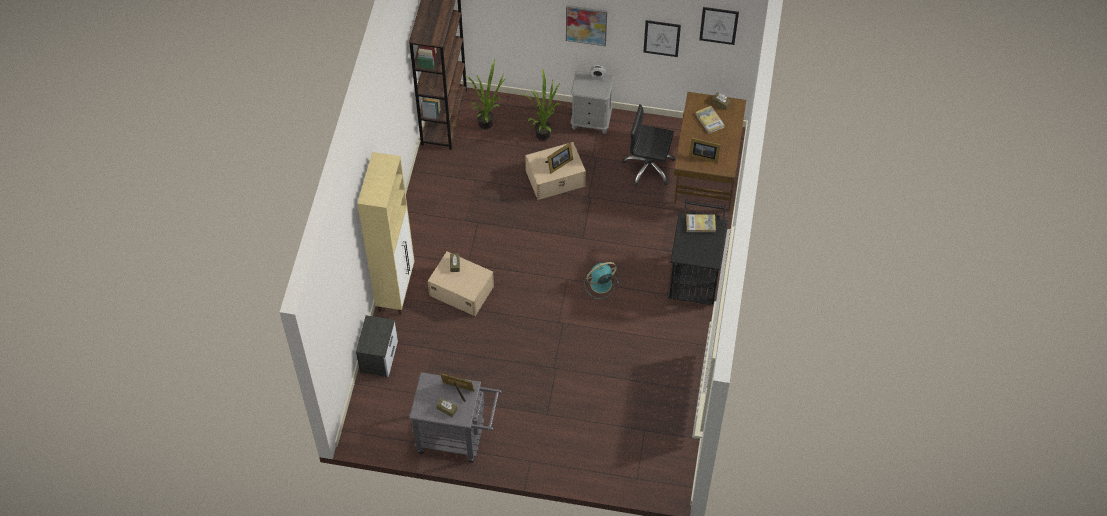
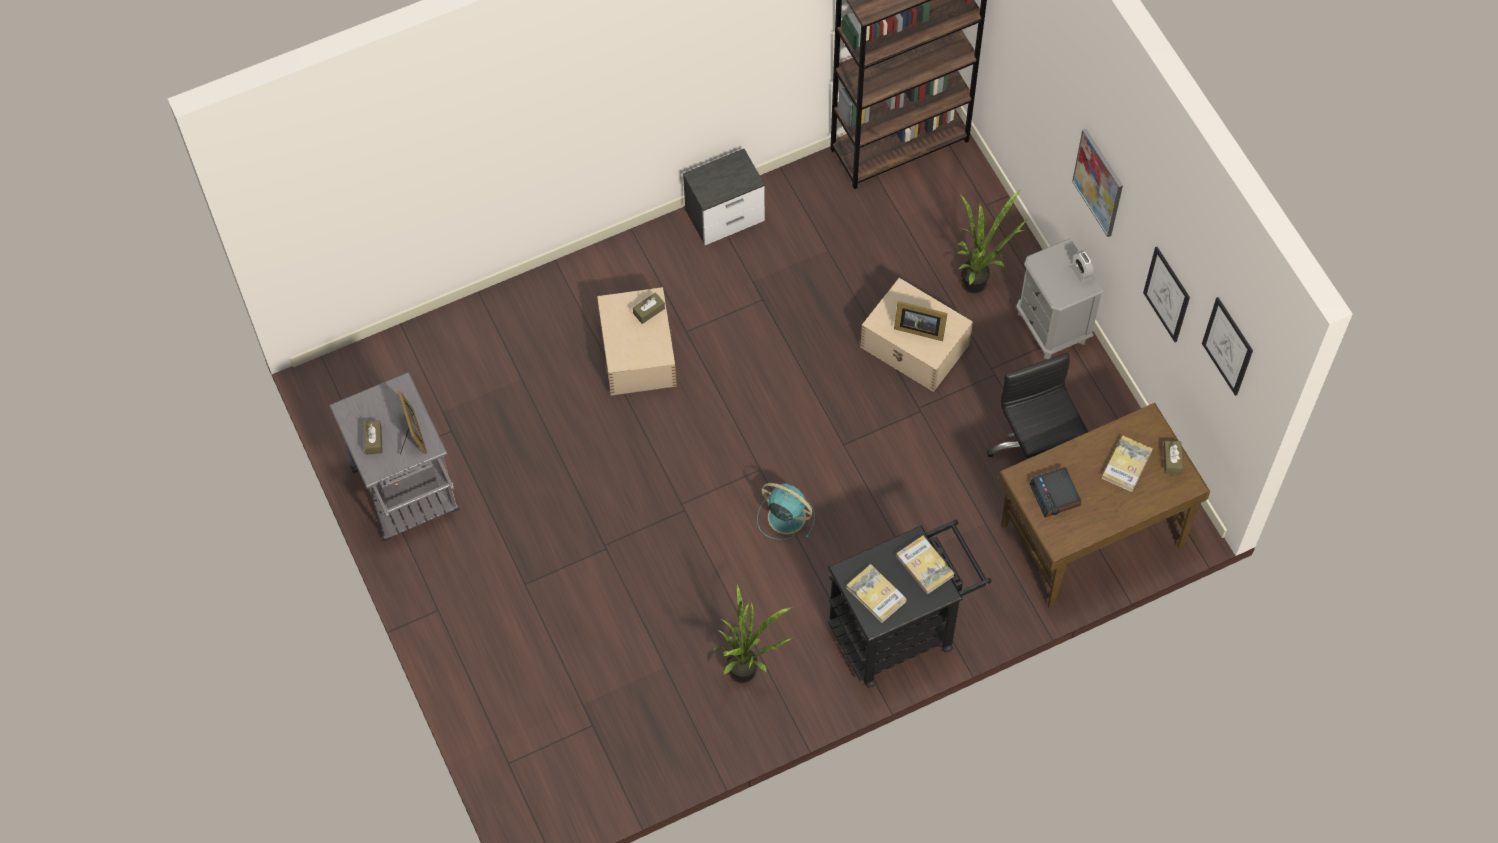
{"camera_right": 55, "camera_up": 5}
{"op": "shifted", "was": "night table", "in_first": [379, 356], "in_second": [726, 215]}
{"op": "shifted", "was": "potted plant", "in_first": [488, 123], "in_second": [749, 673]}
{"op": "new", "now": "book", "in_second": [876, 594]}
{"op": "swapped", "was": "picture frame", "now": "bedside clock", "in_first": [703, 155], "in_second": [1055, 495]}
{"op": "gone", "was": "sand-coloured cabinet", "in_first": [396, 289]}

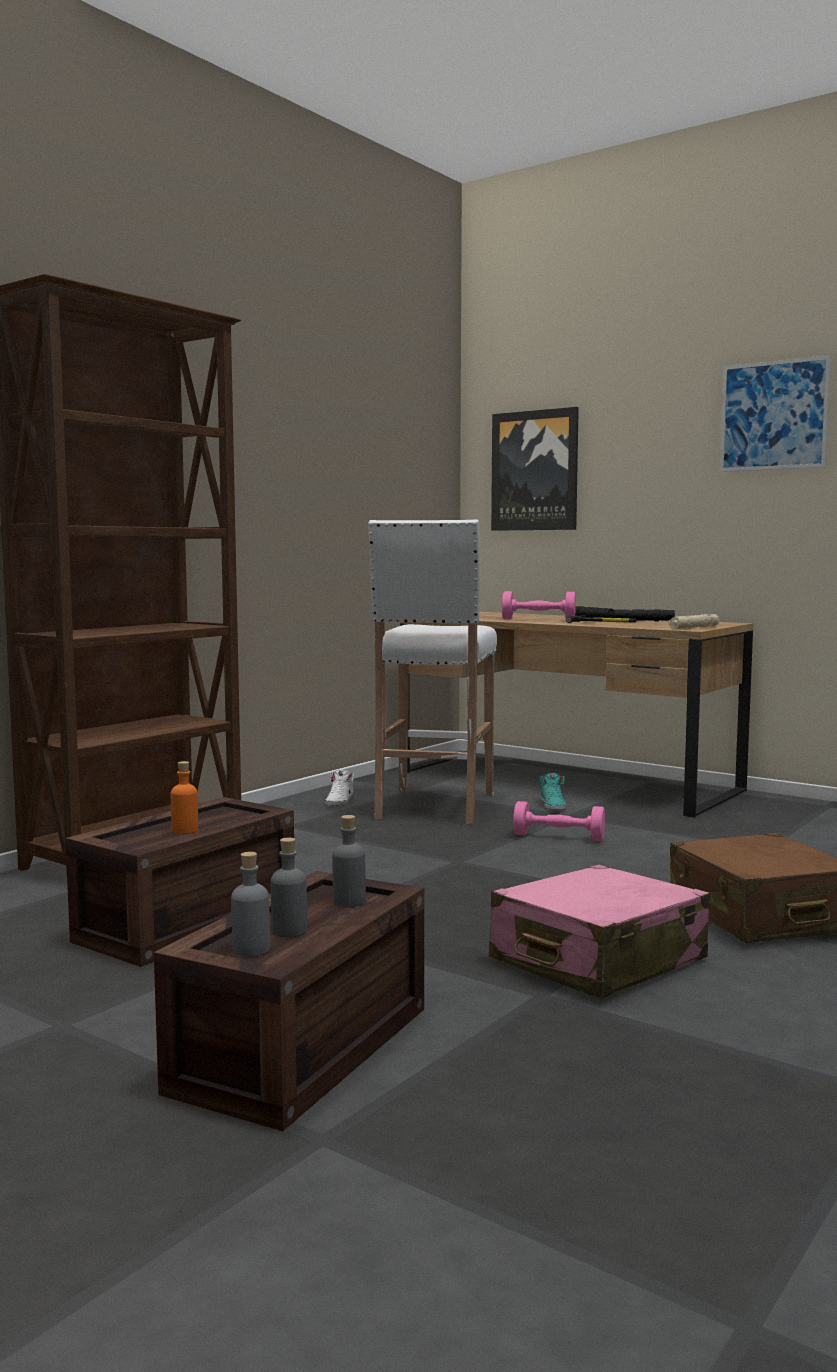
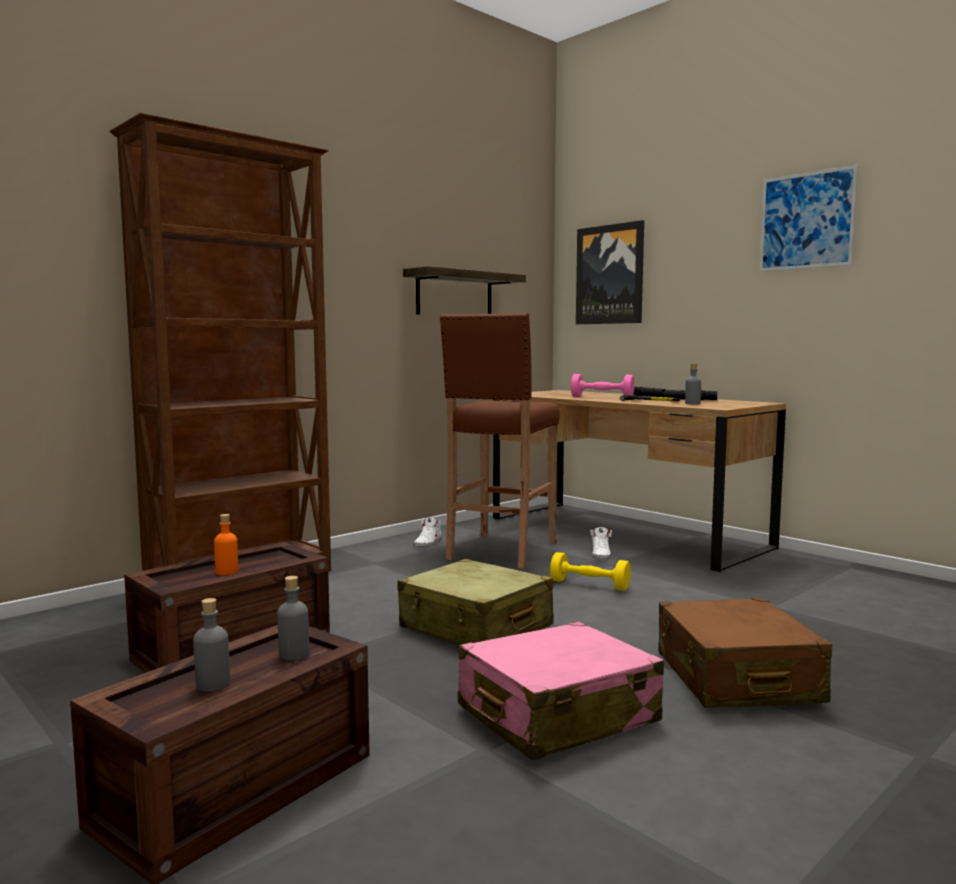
{"camera_right": 10, "camera_up": 0}
{"op": "new", "now": "sand-coloured travel case", "in_second": [475, 627]}
{"op": "new", "now": "bracket shelf", "in_second": [454, 294]}
{"op": "repainted", "was": "white-coloured sitting stool", "now": "brownish sitting stool", "in_first": [434, 807], "in_second": [501, 551]}
{"op": "repainted", "was": "pink free weight", "now": "yellow free weight", "in_first": [558, 837], "in_second": [589, 585]}
{"op": "repainted", "was": "blue-green low shoe", "now": "white-coloured low shoe", "in_first": [553, 805], "in_second": [601, 554]}
{"op": "shifted", "was": "greyish bottle", "in_first": [251, 950], "in_second": [692, 403]}
{"op": "gone", "was": "sand-coloured flashlight", "in_first": [694, 627]}

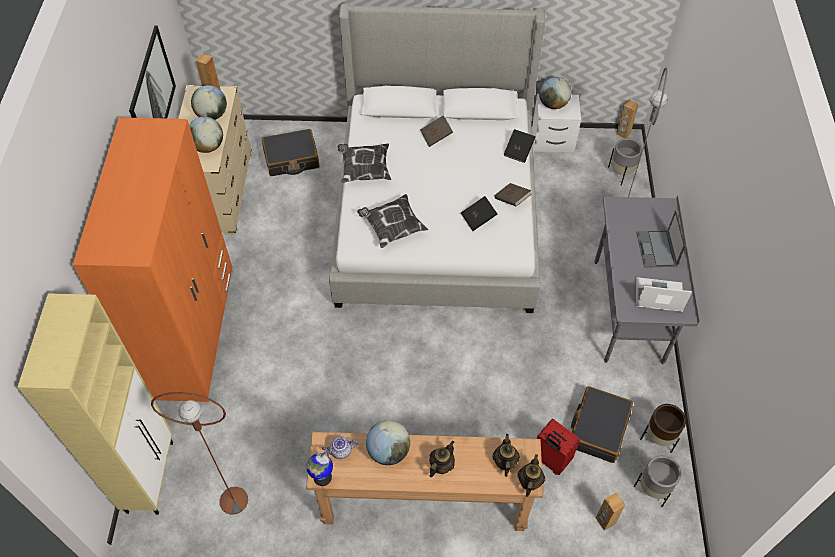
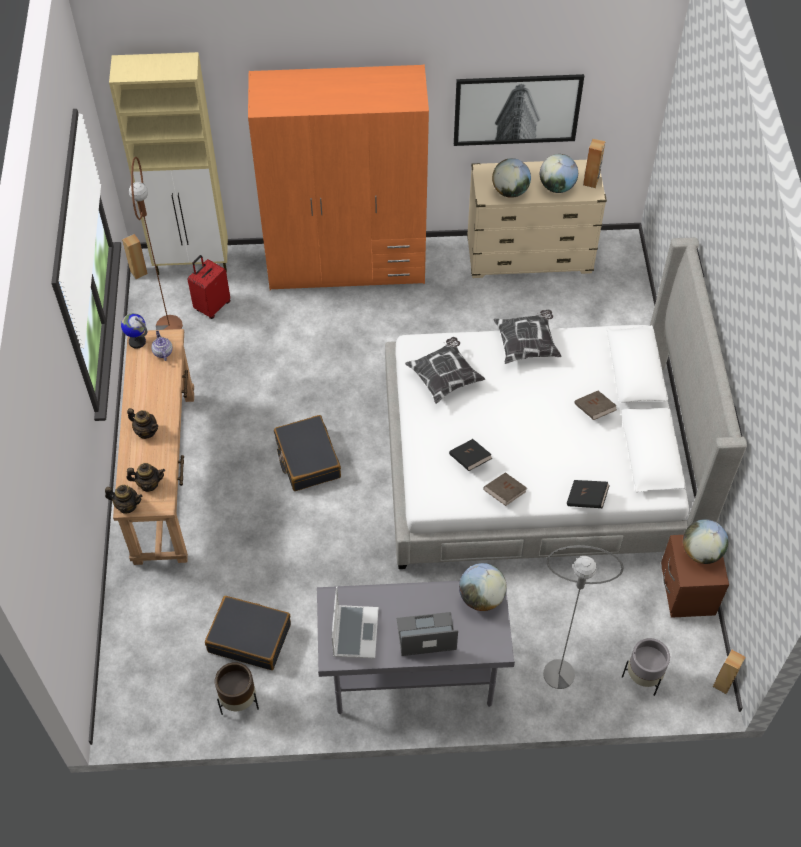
{"camera_right": 85, "camera_up": 0}
{"op": "shifted", "was": "brownish loudspeaker", "in_first": [605, 521], "in_second": [138, 272]}
{"op": "shifted", "was": "reddish travel case", "in_first": [550, 459], "in_second": [212, 306]}
{"op": "shifted", "was": "black-coloured travel case", "in_first": [291, 159], "in_second": [307, 459]}
{"op": "shifted", "was": "desk globe", "in_first": [388, 451], "in_second": [481, 597]}
{"op": "repainted", "was": "white-coloured night table", "now": "brownish night table", "in_first": [552, 141], "in_second": [686, 591]}
{"op": "gone", "was": "greyish planter", "in_first": [653, 489]}

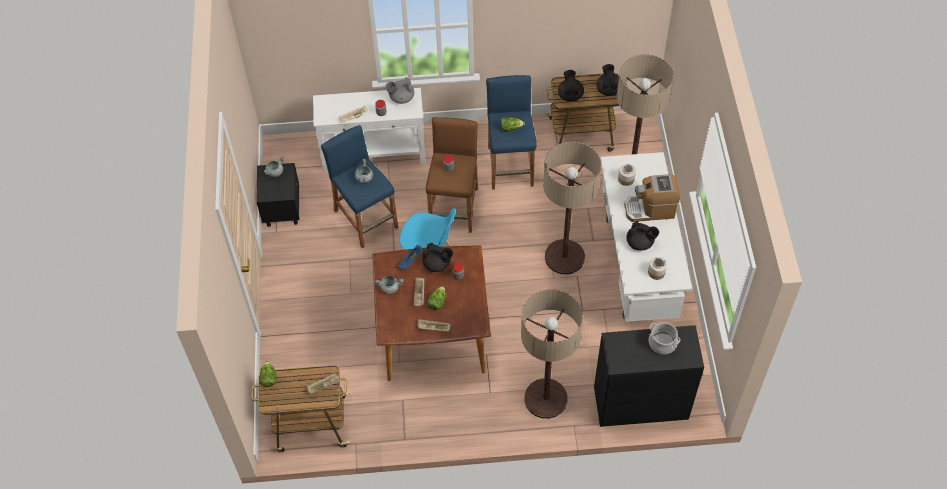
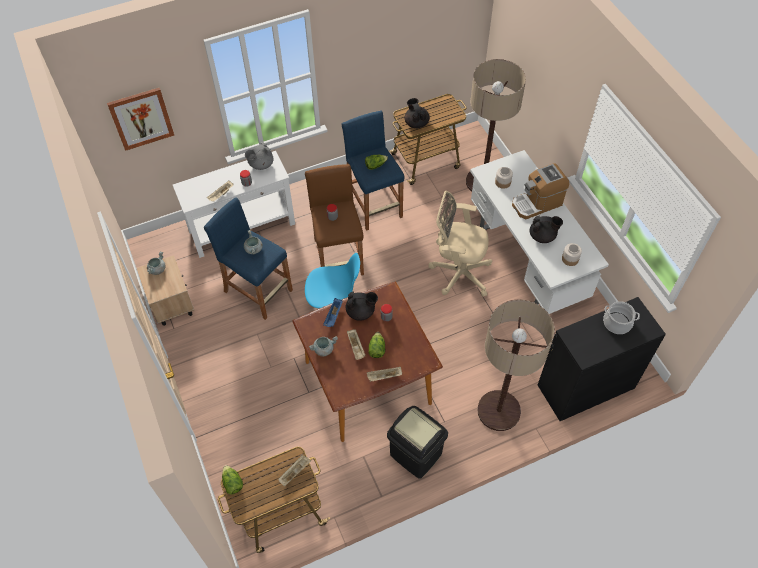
{"camera_right": -20, "camera_up": 0}
{"op": "new", "now": "wall art", "in_second": [141, 118]}
{"op": "repainted", "was": "black-coloured night table", "now": "sand-coloured night table", "in_first": [282, 209], "in_second": [172, 304]}
{"op": "new", "now": "black-coloured trash can", "in_second": [415, 454]}
{"op": "swapped", "was": "floor lamp", "now": "sand-coloured office chair", "in_first": [564, 257], "in_second": [458, 273]}
{"op": "gone", "was": "black-coloured pot for tea", "in_first": [608, 89]}

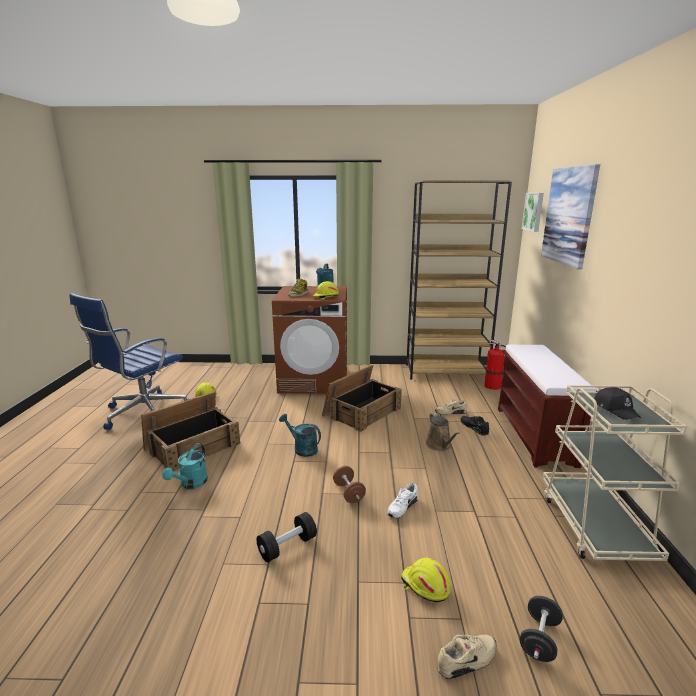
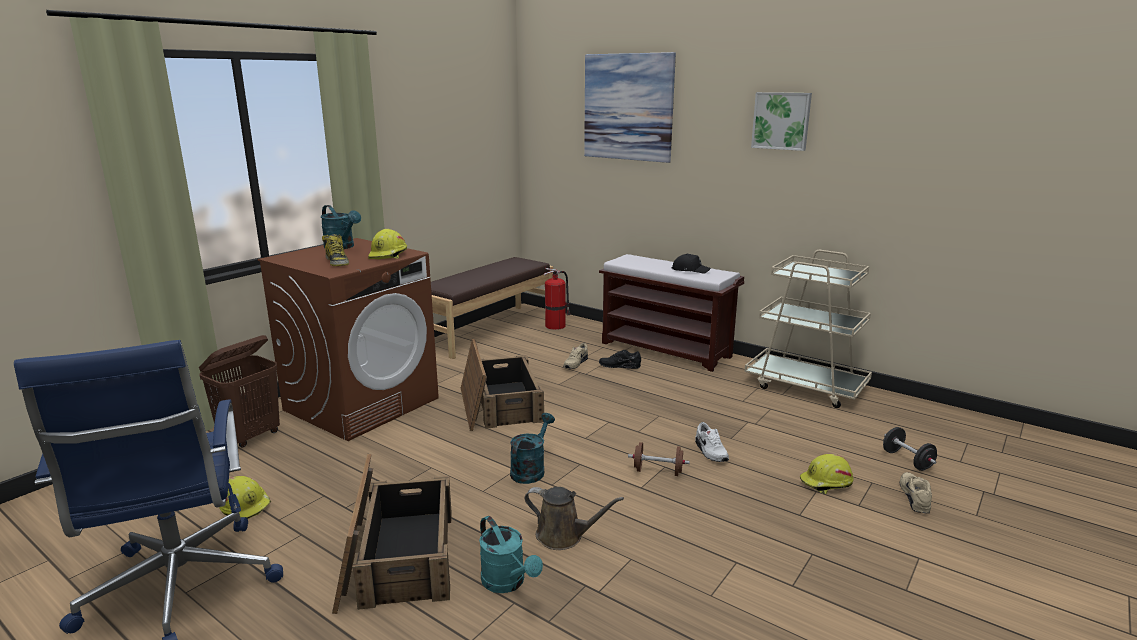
{"camera_right": -55, "camera_up": 0}
{"op": "new", "now": "brownish laundry basket", "in_second": [251, 437]}
{"op": "swapped", "was": "brownish shelving unit", "now": "brownish indoor bench", "in_first": [446, 372], "in_second": [488, 330]}
{"op": "rotated", "was": "blue-green watering can", "in_first": [302, 448], "in_second": [530, 470], "clockwise": 135}
{"op": "shifted", "was": "brownish watering can", "in_first": [439, 445], "in_second": [564, 536]}
{"op": "shifted", "was": "black-coloured baseball cap", "in_first": [615, 409], "in_second": [690, 270]}
{"op": "shifted", "was": "wall art", "in_first": [534, 211], "in_second": [781, 121]}
{"op": "gone", "was": "black-coloured free weight", "in_first": [287, 546]}

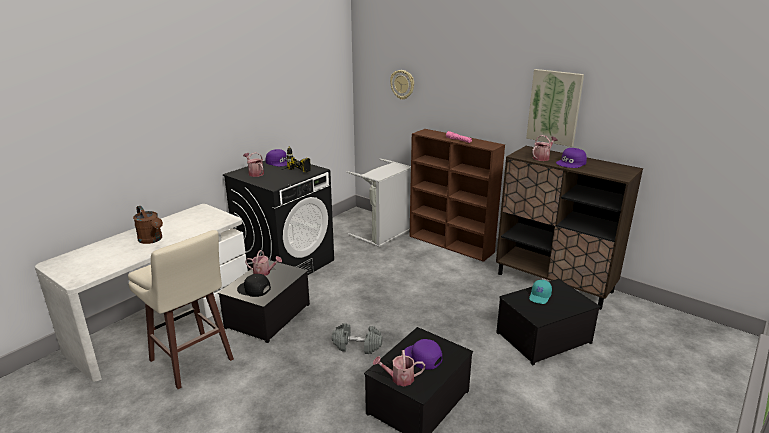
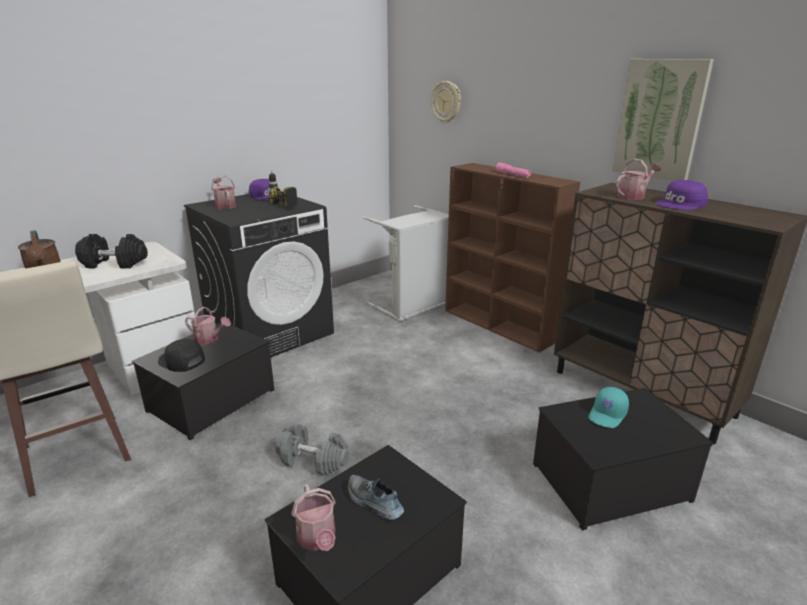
{"camera_right": 10, "camera_up": 0}
{"op": "new", "now": "black-coloured free weight", "in_second": [115, 263]}
{"op": "rotated", "was": "watering can", "in_first": [399, 378], "in_second": [318, 539], "clockwise": -120}
{"op": "swapped", "was": "purplish baseball cap", "now": "low shoe", "in_first": [422, 358], "in_second": [373, 503]}

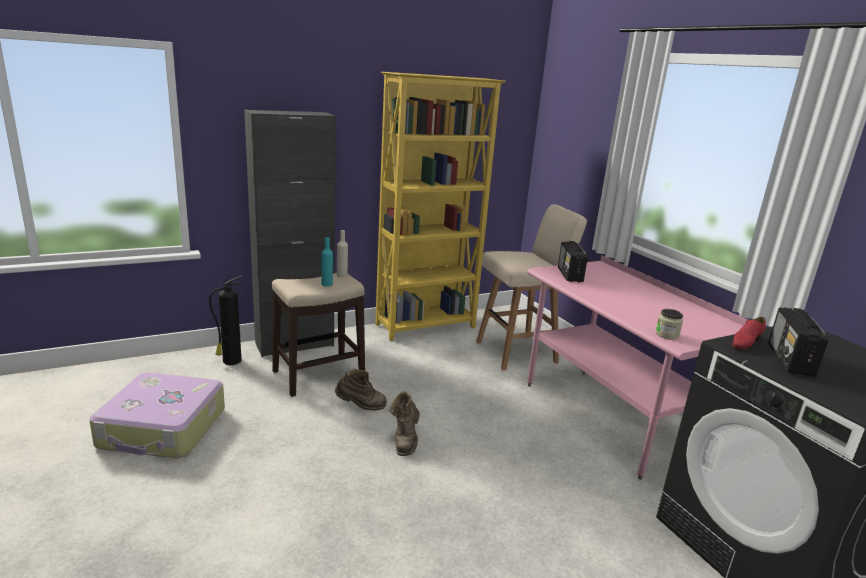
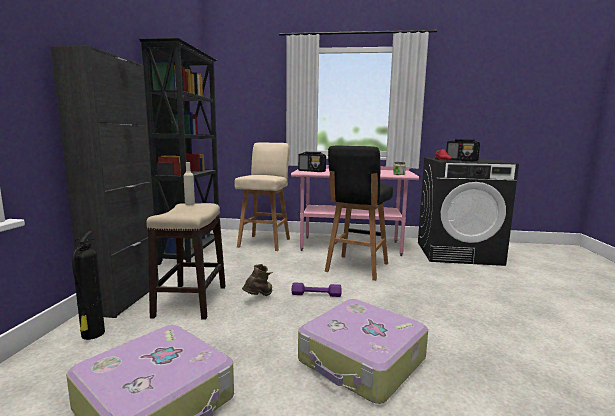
{"camera_right": -55, "camera_up": -10}
{"op": "repainted", "was": "yellow shelving unit", "now": "black-coloured shelving unit", "in_first": [427, 326], "in_second": [192, 252]}
{"op": "swapped", "was": "brownish boot", "now": "purplish free weight", "in_first": [405, 440], "in_second": [316, 294]}
{"op": "new", "now": "travel case", "in_second": [362, 361]}
{"op": "new", "now": "black-coloured sitting stool", "in_second": [356, 268]}
{"op": "gone", "was": "blue-green bottle", "in_first": [327, 284]}

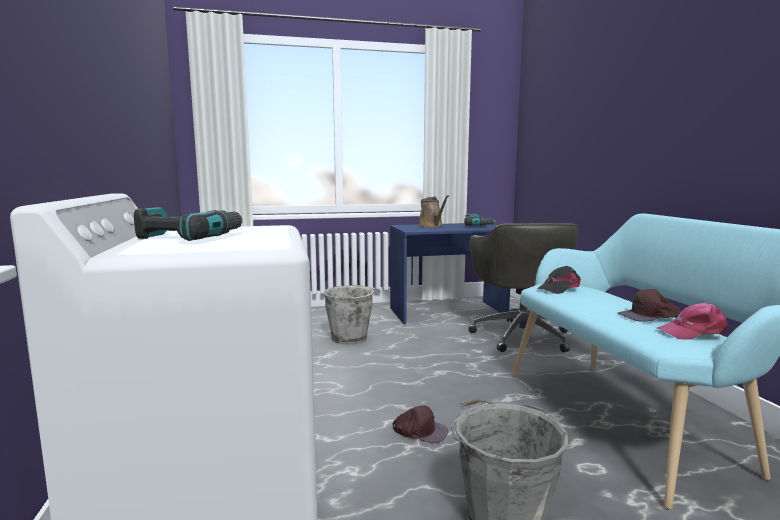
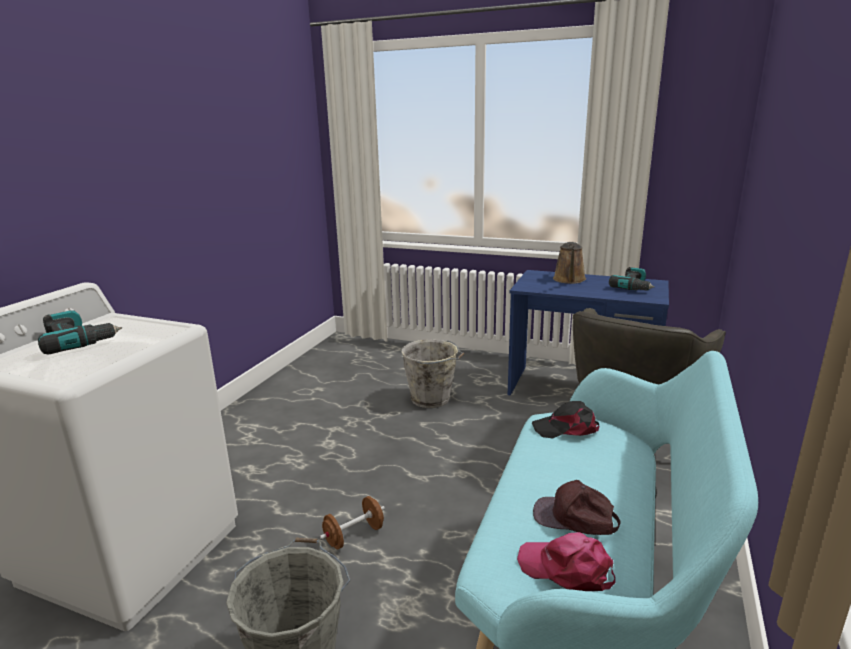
{"camera_right": 35, "camera_up": 10}
{"op": "swapped", "was": "brownish baseball cap", "now": "brownish free weight", "in_first": [420, 430], "in_second": [354, 535]}

